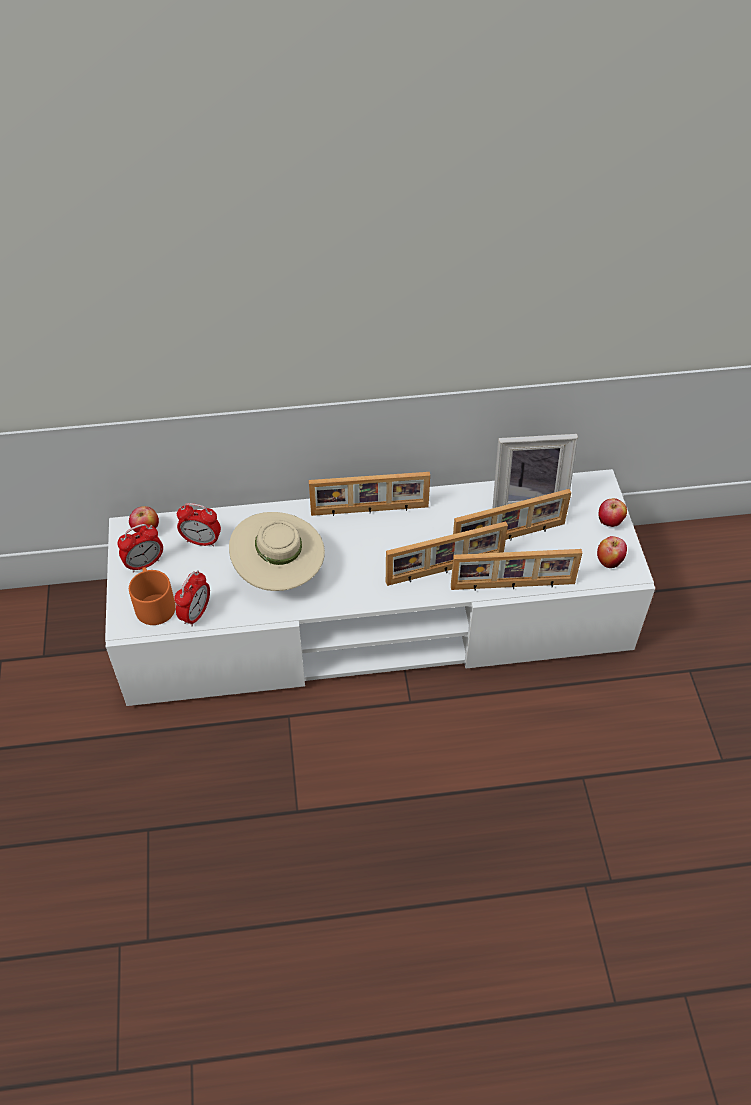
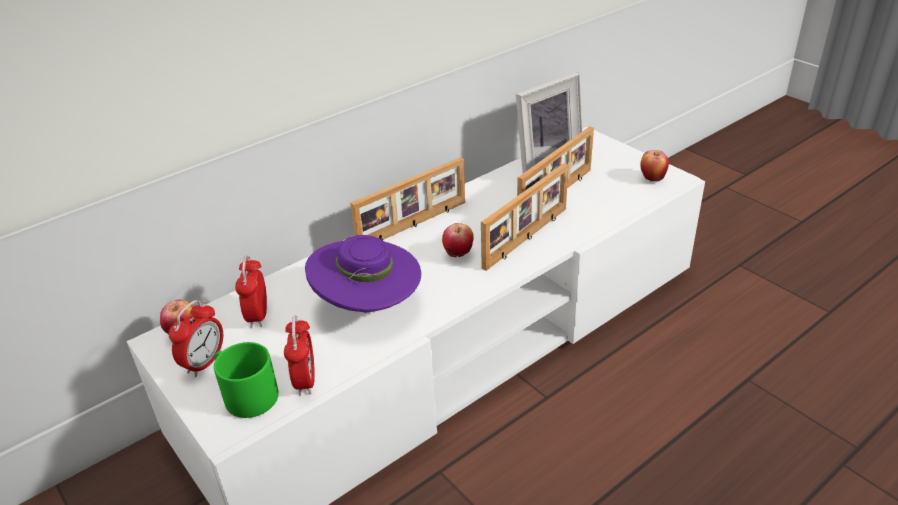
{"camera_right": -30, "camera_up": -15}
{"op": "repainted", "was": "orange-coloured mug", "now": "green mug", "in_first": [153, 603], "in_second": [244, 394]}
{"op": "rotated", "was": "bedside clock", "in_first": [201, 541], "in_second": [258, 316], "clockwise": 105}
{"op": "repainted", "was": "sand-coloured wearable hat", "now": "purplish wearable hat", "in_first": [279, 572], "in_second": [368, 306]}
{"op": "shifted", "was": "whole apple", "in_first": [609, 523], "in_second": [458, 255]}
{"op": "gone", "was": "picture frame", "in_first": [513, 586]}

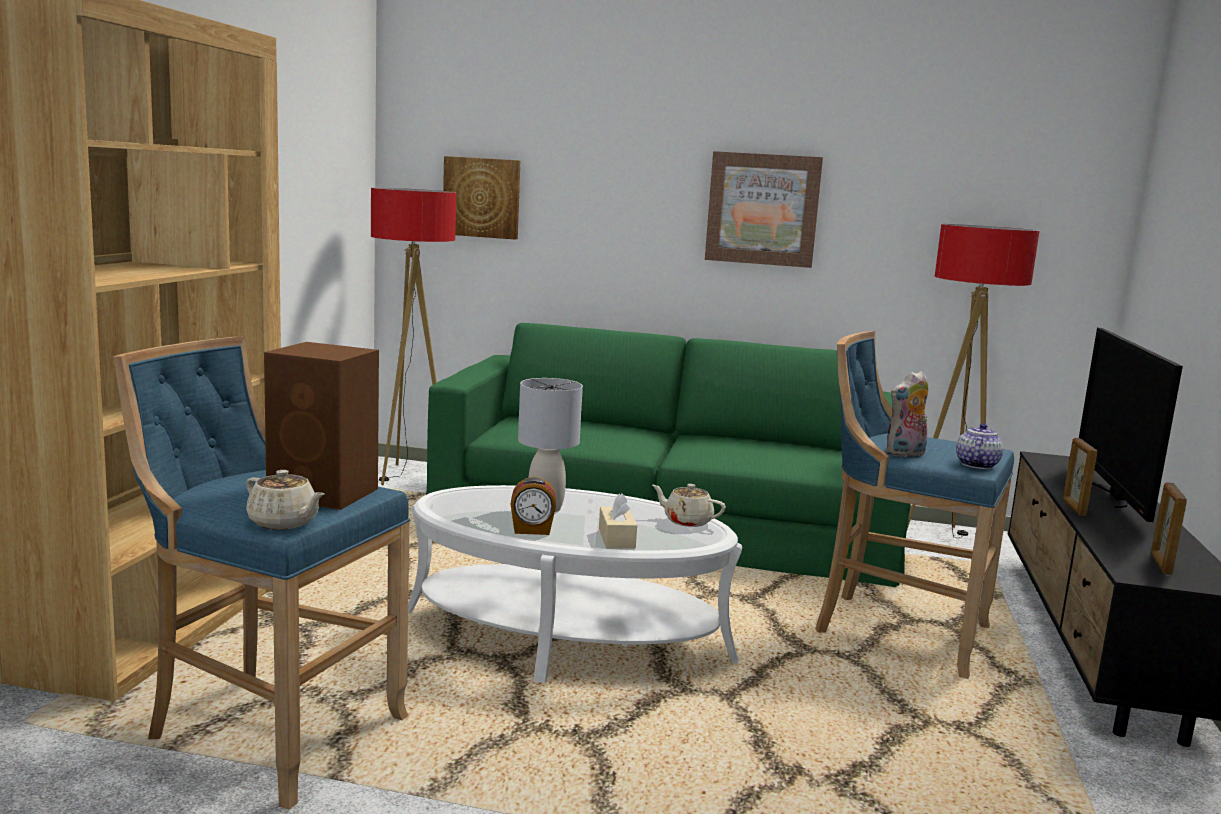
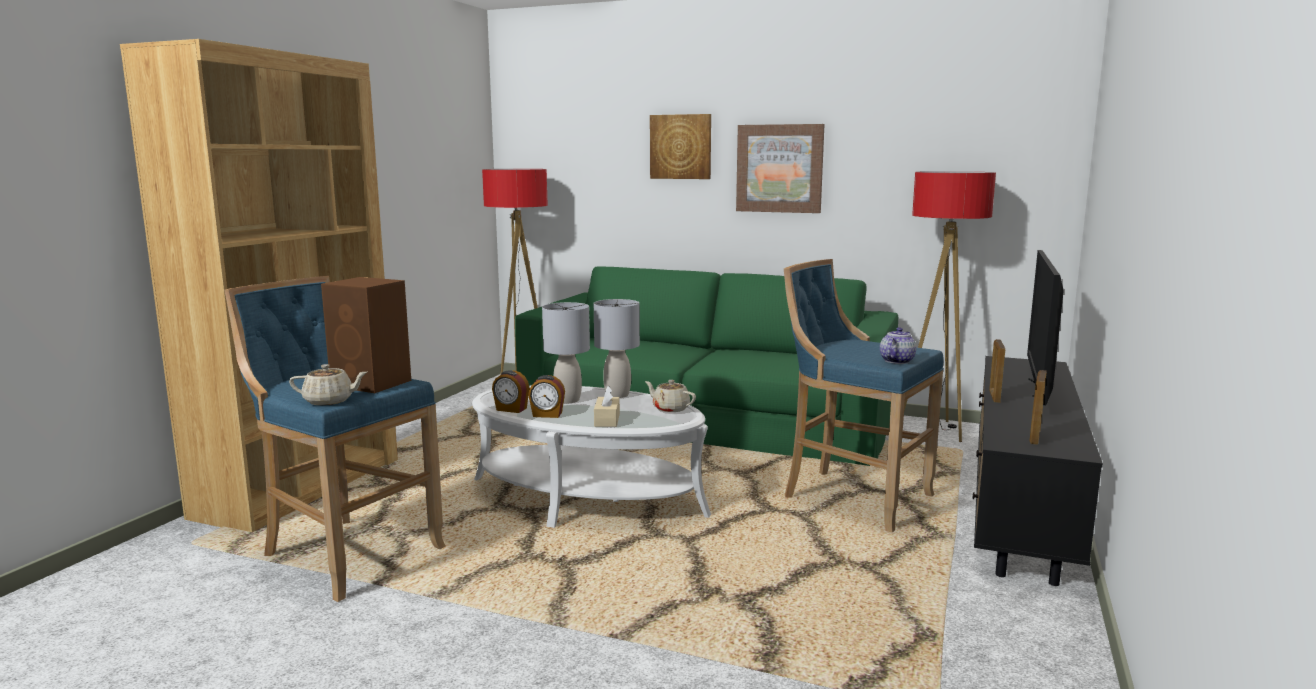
{"camera_right": 10, "camera_up": 0}
{"op": "rotated", "was": "sand-coloured pot for tea", "in_first": [284, 523], "in_second": [329, 401], "clockwise": -45}
{"op": "new", "now": "bedside clock", "in_second": [511, 409]}
{"op": "new", "now": "greyish lamp for a table", "in_second": [617, 395]}
{"op": "shifted", "was": "wall art", "in_first": [482, 197], "in_second": [681, 147]}
{"op": "gone", "was": "cuddly toy", "in_first": [905, 454]}

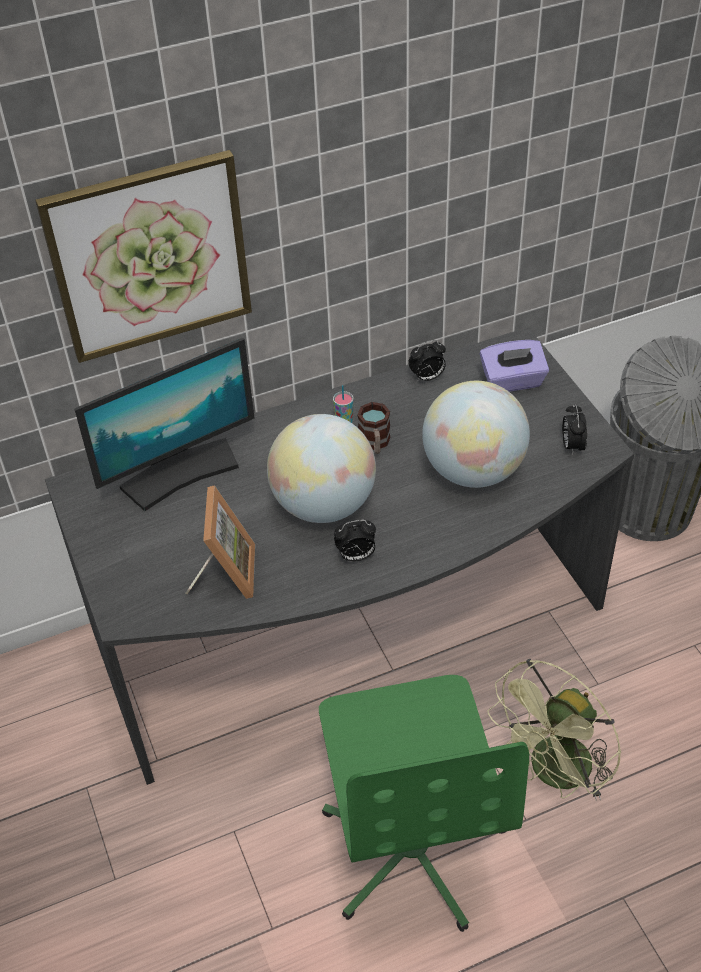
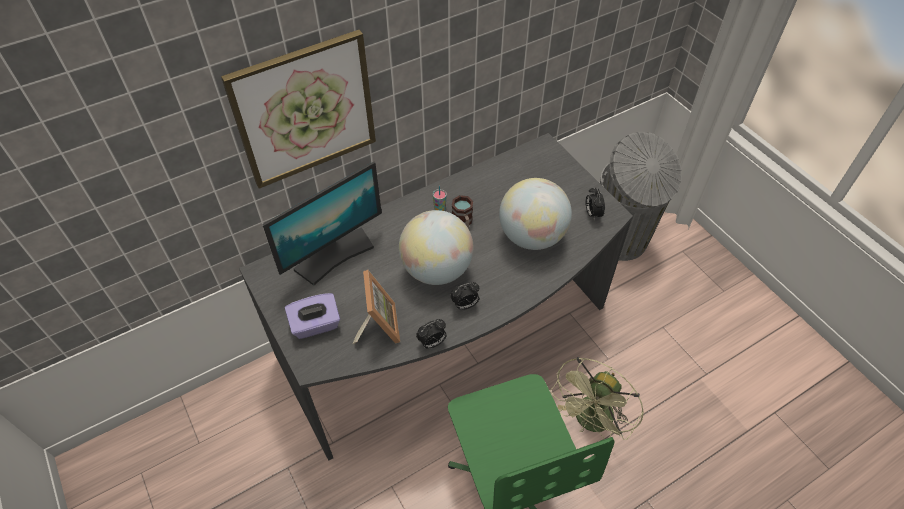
{"camera_right": -10, "camera_up": 5}
{"op": "shifted", "was": "purplish box of tissues", "in_first": [512, 381], "in_second": [316, 325]}
{"op": "shifted", "was": "bedside clock", "in_first": [427, 377], "in_second": [432, 343]}

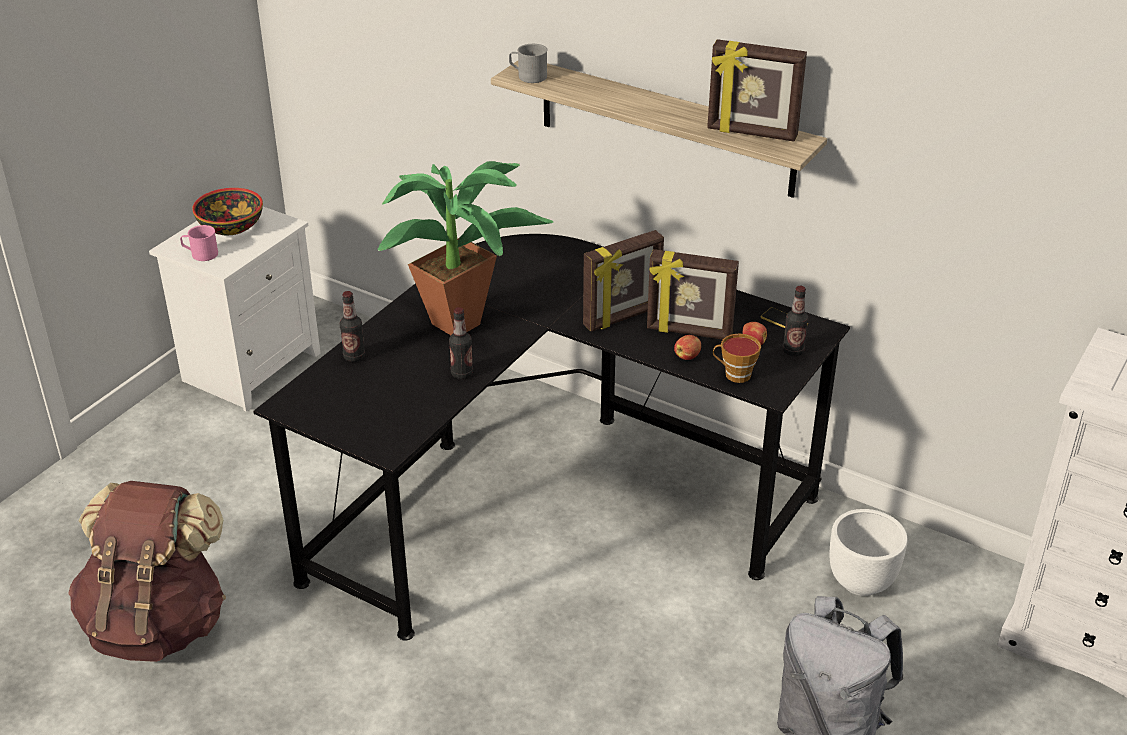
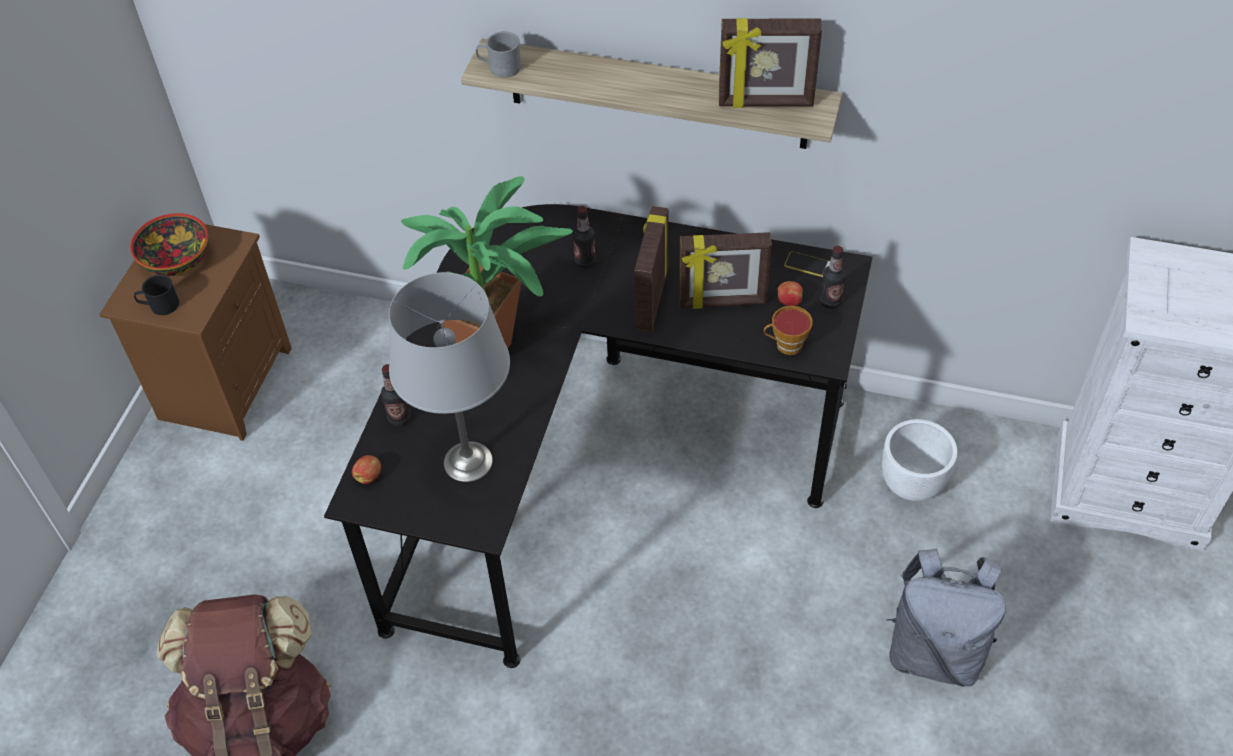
{"camera_right": -15, "camera_up": 15}
{"op": "repainted", "was": "white-coloured night table", "now": "brownish night table", "in_first": [251, 366], "in_second": [224, 382]}
{"op": "repainted", "was": "pink mug", "now": "black-coloured mug", "in_first": [200, 254], "in_second": [159, 305]}
{"op": "shifted", "was": "whole apple", "in_first": [687, 356], "in_second": [369, 476]}
{"op": "new", "now": "greyish lamp for a table", "in_second": [467, 461]}
{"op": "shifted", "was": "bottle", "in_first": [462, 373], "in_second": [585, 262]}
{"op": "rotated", "was": "picture frame", "in_first": [623, 317], "in_second": [650, 299], "clockwise": 150}

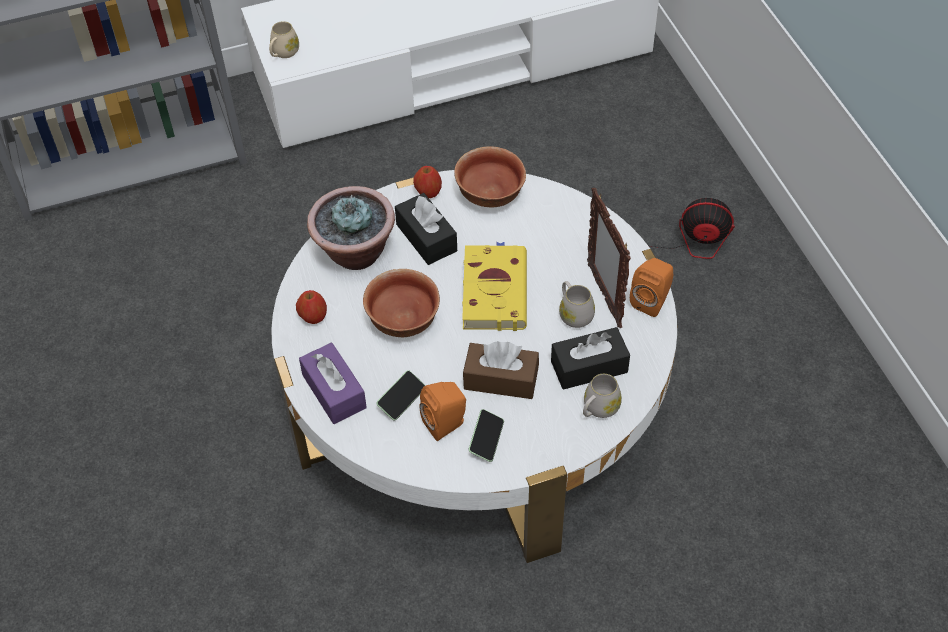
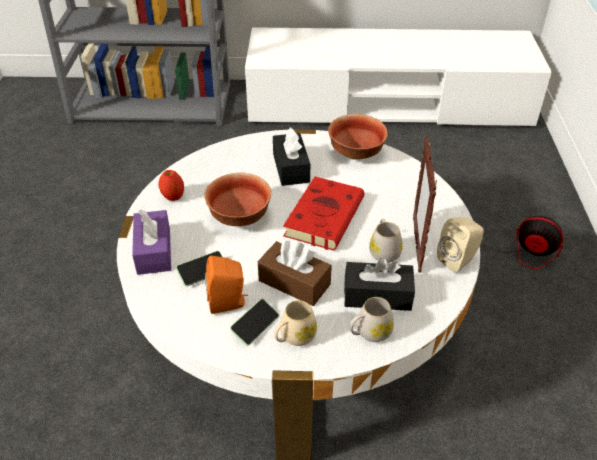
{"camera_right": 20, "camera_up": -10}
{"op": "shifted", "was": "sand-coloured mug", "in_first": [283, 53], "in_second": [294, 337]}
{"op": "repainted", "was": "yellow book", "now": "reddish book", "in_first": [494, 289], "in_second": [324, 215]}
{"op": "repainted", "was": "orange-coloured loudspeaker", "now": "sand-coloured loudspeaker", "in_first": [651, 300], "in_second": [458, 260]}
{"op": "gone", "was": "potted plant", "in_first": [355, 253]}
{"op": "gone", "was": "whole apple", "in_first": [428, 193]}

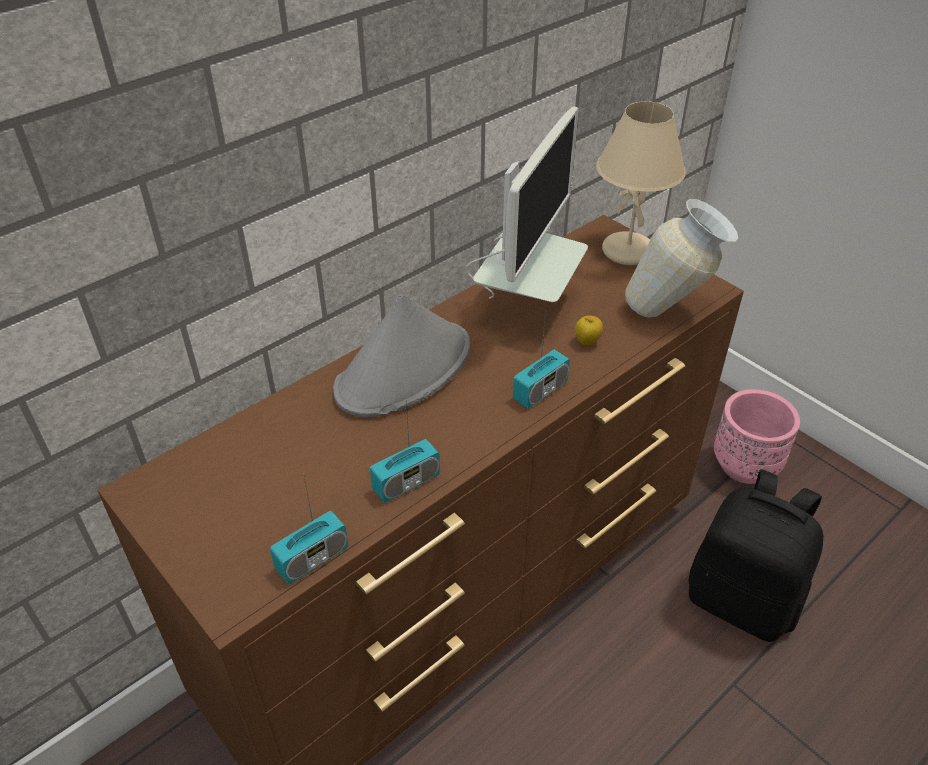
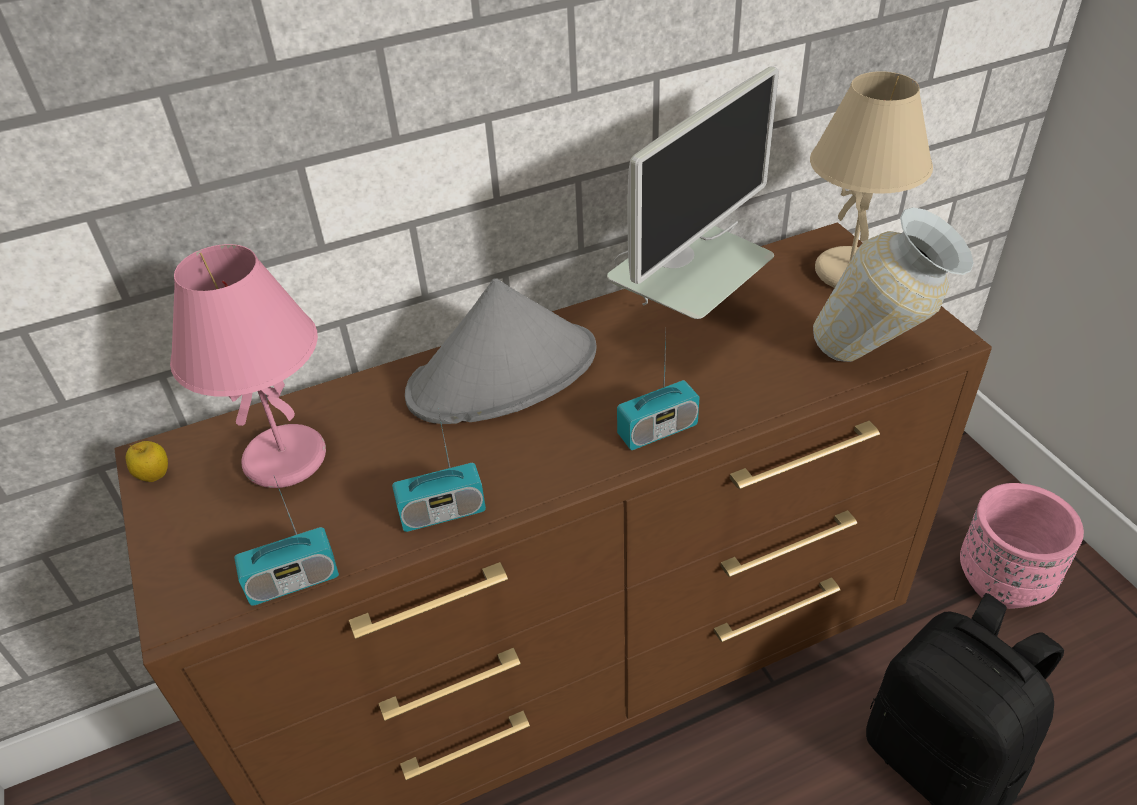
{"camera_right": 20, "camera_up": 0}
{"op": "shifted", "was": "whole apple", "in_first": [587, 342], "in_second": [155, 477]}
{"op": "new", "now": "pink lamp for a table", "in_second": [287, 458]}

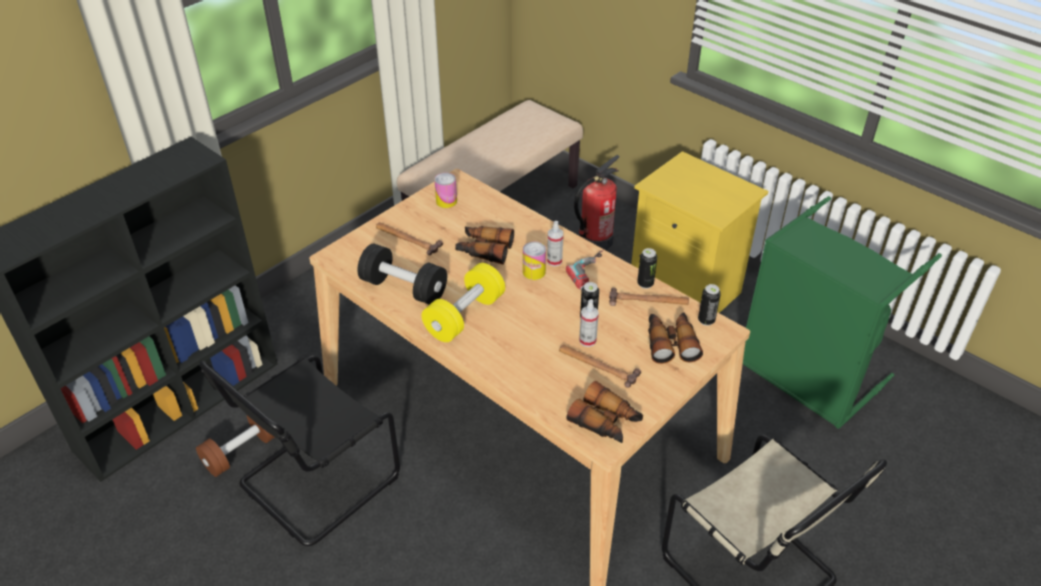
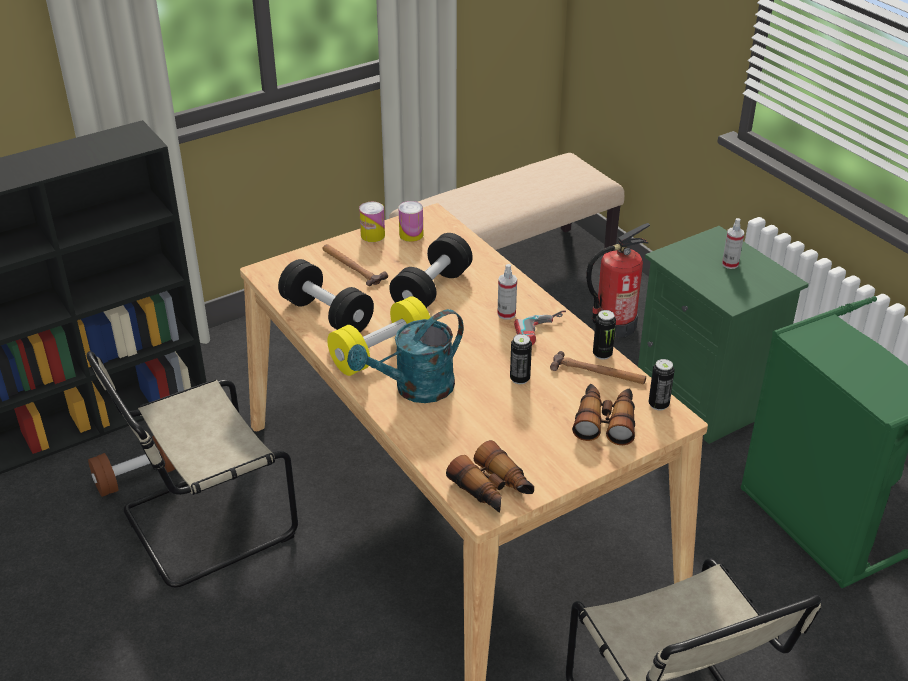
{"camera_right": 15, "camera_up": -5}
{"op": "repainted", "was": "black-coloured plain chair", "now": "sand-coloured plain chair", "in_first": [314, 483], "in_second": [202, 524]}
{"op": "new", "now": "blue-green watering can", "in_second": [415, 389]}
{"op": "shifted", "was": "can", "in_first": [534, 272], "in_second": [372, 235]}
{"op": "swapped", "was": "field glasses", "now": "black-coloured free weight", "in_first": [484, 250], "in_second": [432, 290]}
{"op": "repainted", "was": "yellow night table", "now": "green night table", "in_first": [687, 290], "in_second": [706, 397]}
{"op": "shifted", "was": "hand sprayer", "in_first": [587, 340], "in_second": [730, 264]}
{"op": "gone", "was": "hand hammer", "in_first": [597, 365]}

